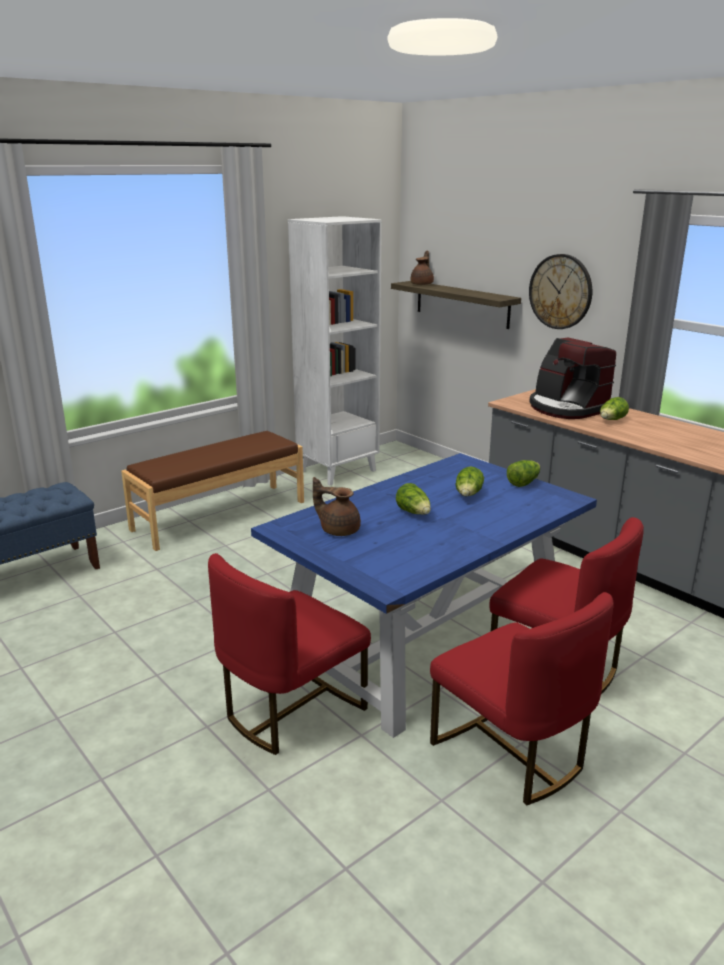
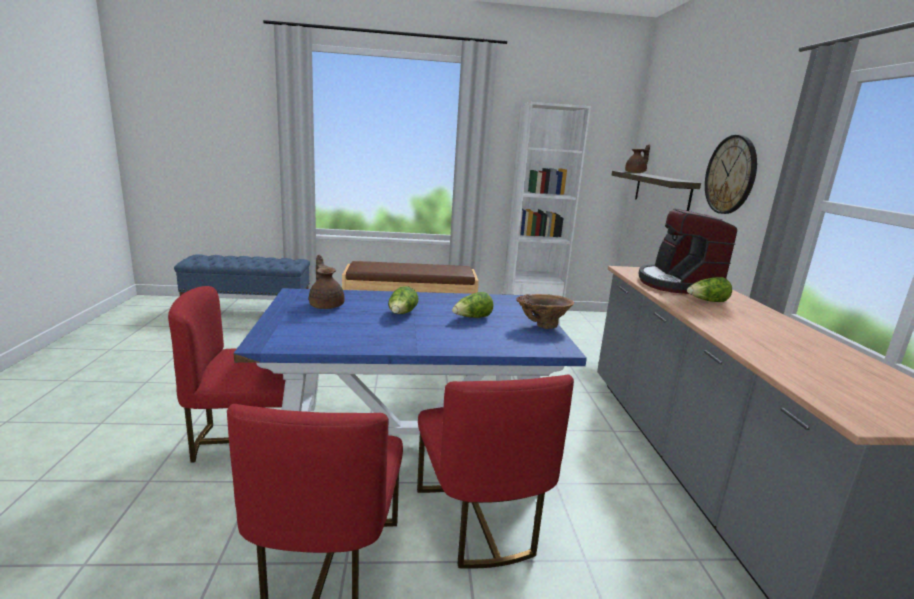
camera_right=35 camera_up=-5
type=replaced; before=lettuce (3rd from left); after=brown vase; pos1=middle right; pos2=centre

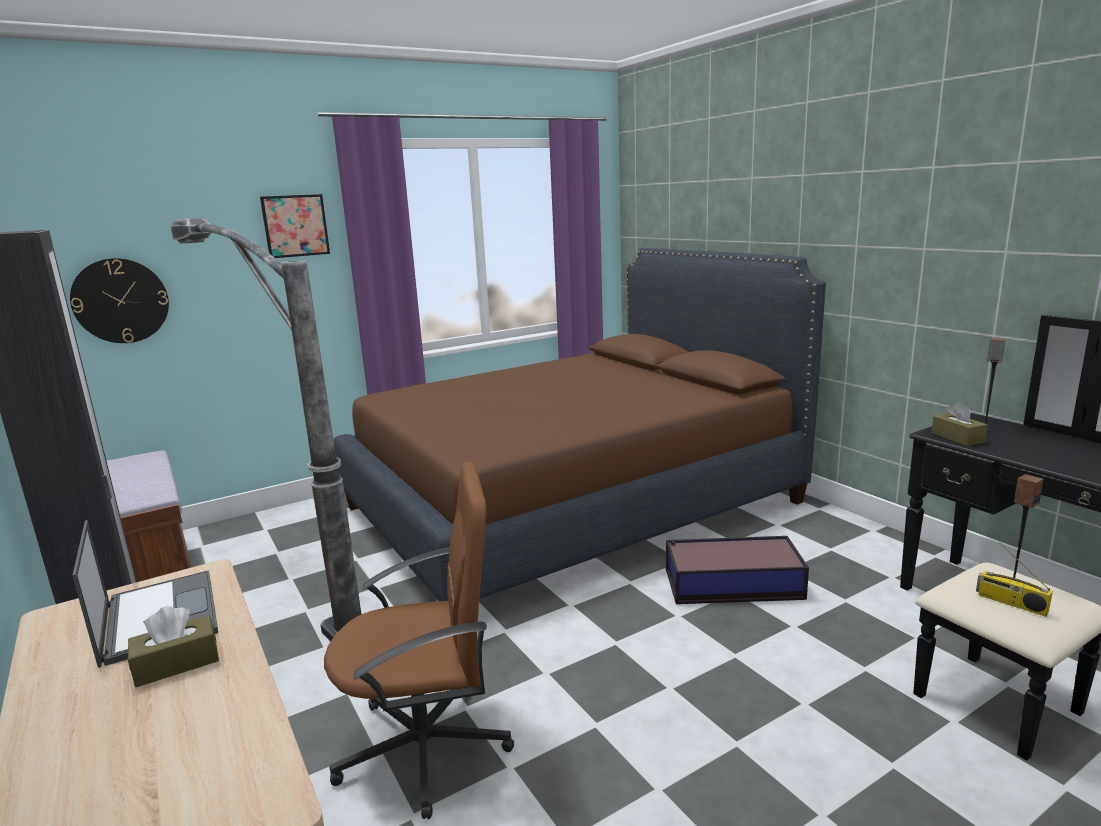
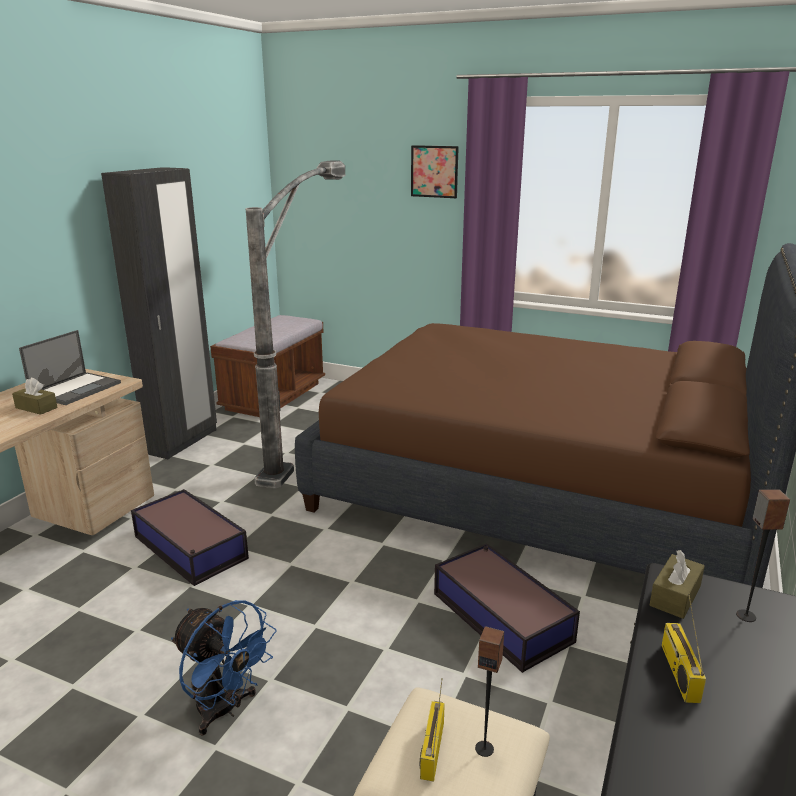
camera_right=55 camera_up=5
type=removed; before=wall clock; pos1=middle left
type=replaced; before=brown office chair; after=storage box (1st from left); pos1=bottom centre; pos2=bottom left
type=added; after=radio (2nd from left); pos2=bottom right
type=added; after=blue fan; pos2=bottom left

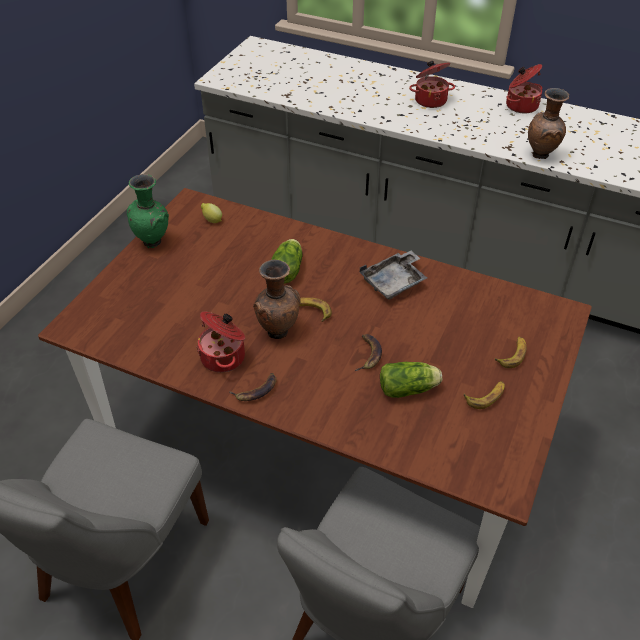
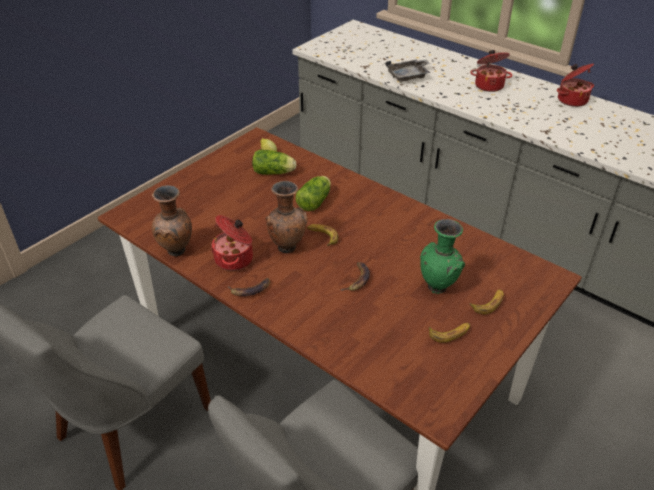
camera_right=15 camera_up=-5
type=moved; before=brown vase (2nd from left in the first image); after=brown vase (1st from left); pos1=top right; pos2=middle left
type=moved; before=green vase; pos1=top left; pos2=middle right
type=moved; before=grey tray; pos1=centre; pos2=top centre
type=moved; before=lettuce (2nd from left in the first image); after=lettuce (1st from left); pos1=centre; pos2=top centre

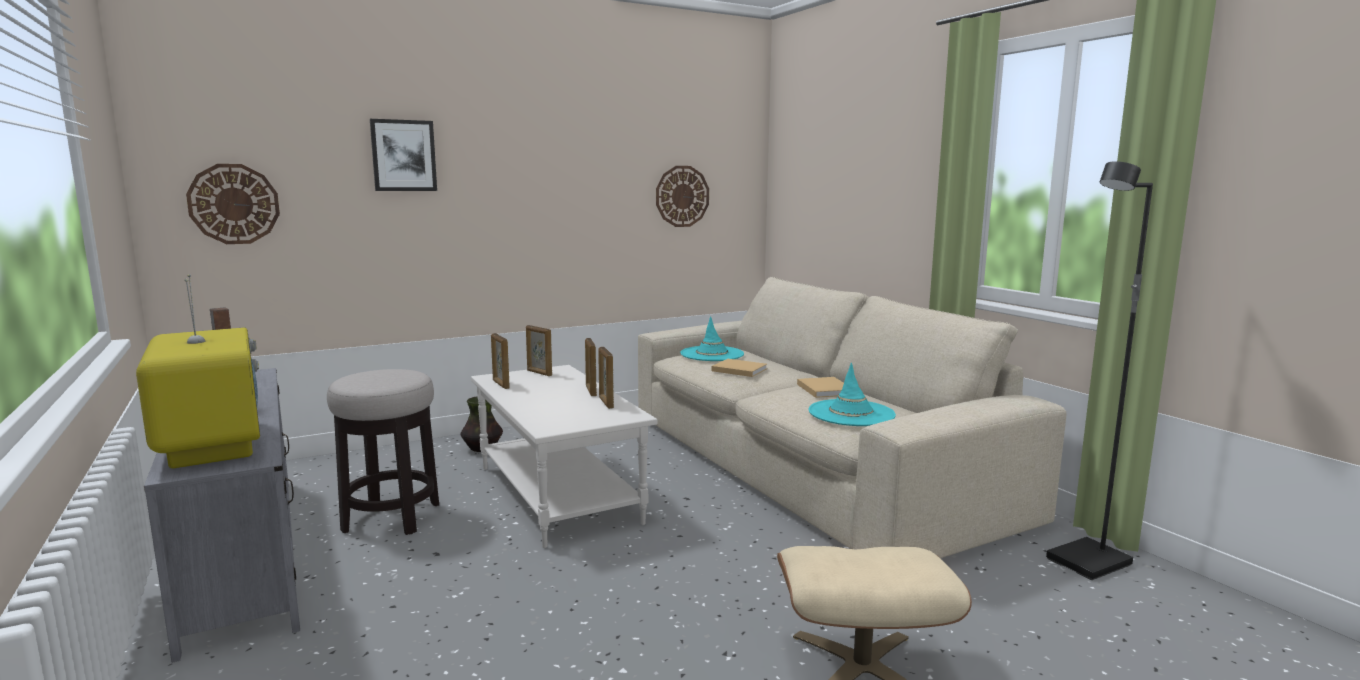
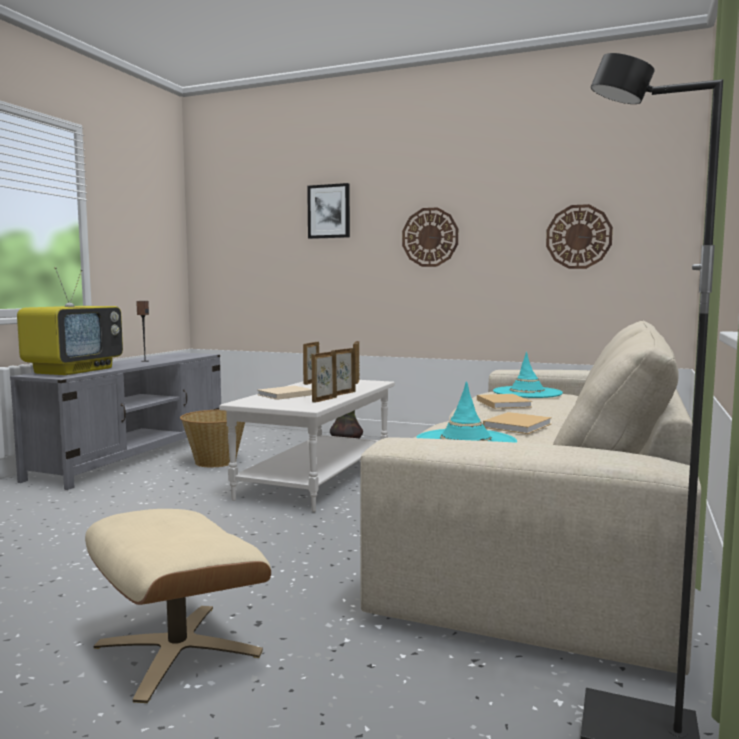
camera_right=50 camera_up=-5
type=moved; before=wall clock (1st from left); pos1=top left; pos2=top centre
type=replaced; before=stool; after=basket; pos1=middle left; pos2=middle left
type=added; after=beige book (1st from left); pos2=centre

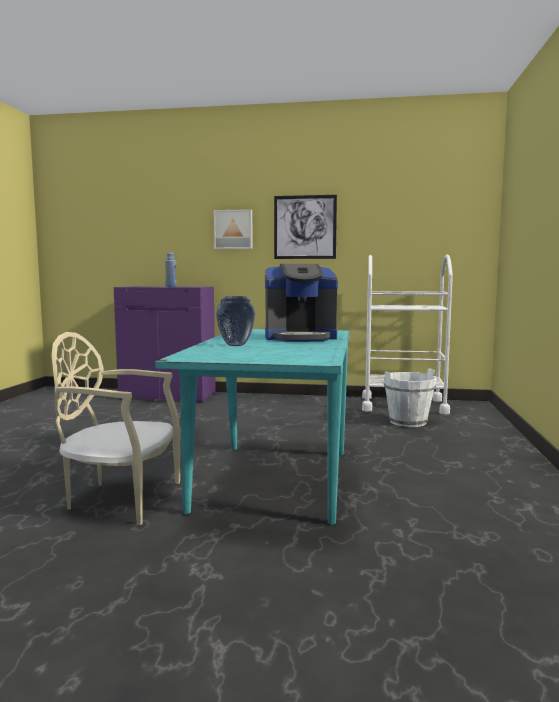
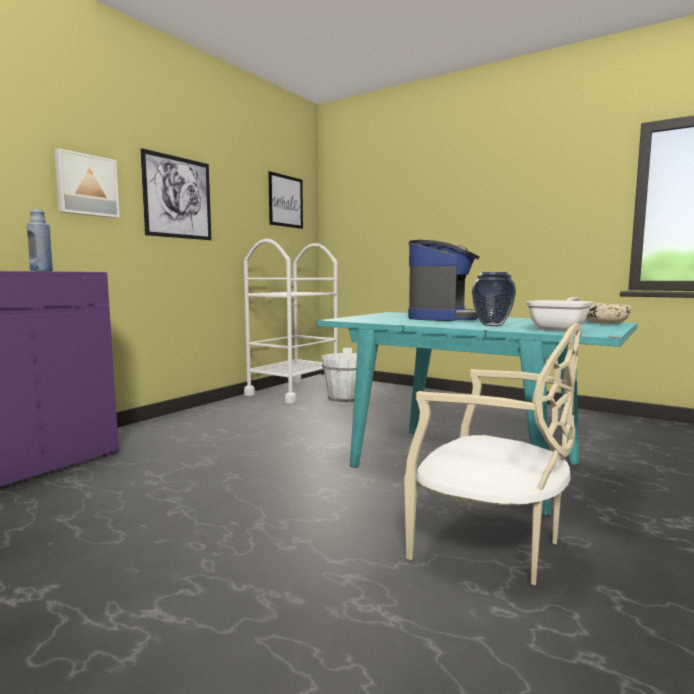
camera_right=-65 camera_up=0
type=turned; before=beige chair; pos1=middle left; pos2=middle right; turn=-90
type=added; after=picture (3rd from left); pos2=top centre
type=added; after=frying pan; pos2=middle right
type=added; after=beige bowl; pos2=middle right

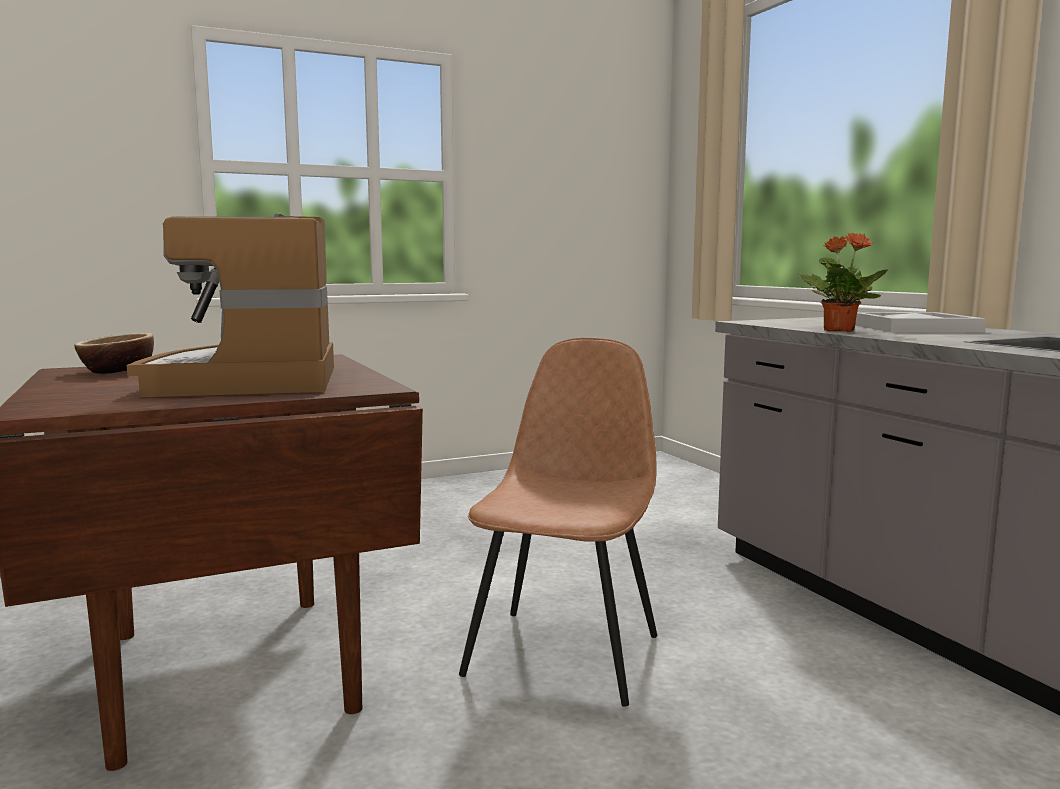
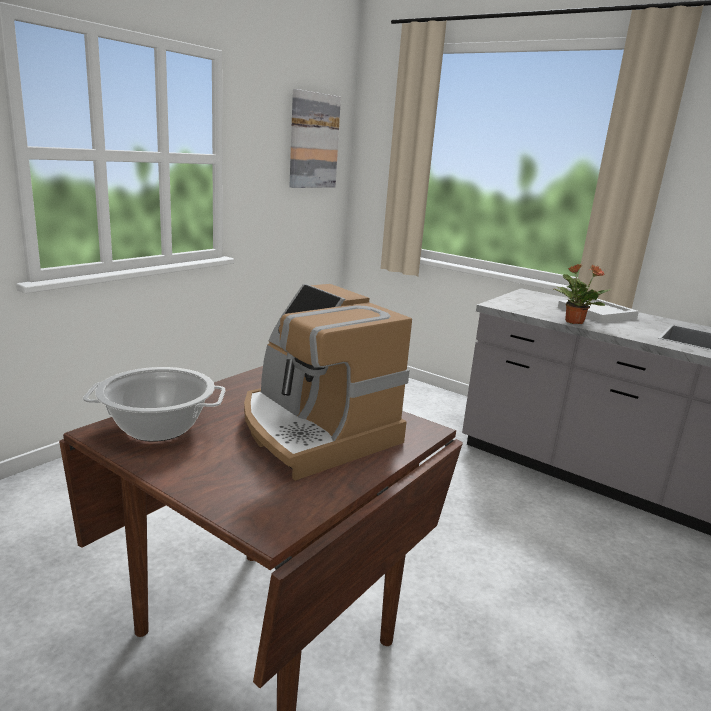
camera_right=-30 camera_up=10
type=replaced; before=bowl; after=cooking pot; pos1=middle left; pos2=middle left
type=removed; before=brown chair; pos1=centre
type=added; after=picture; pos2=top centre

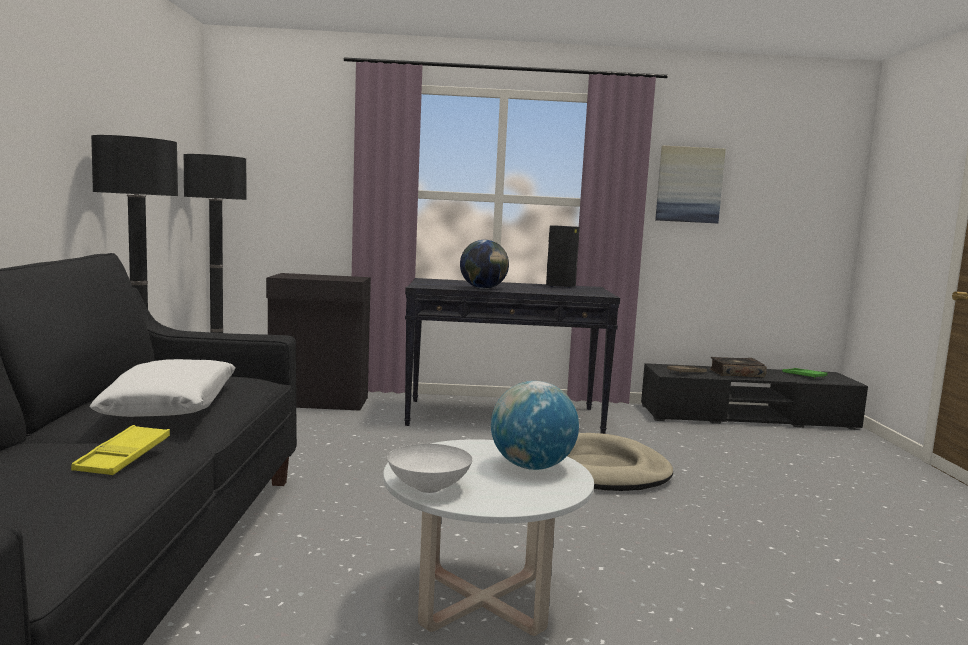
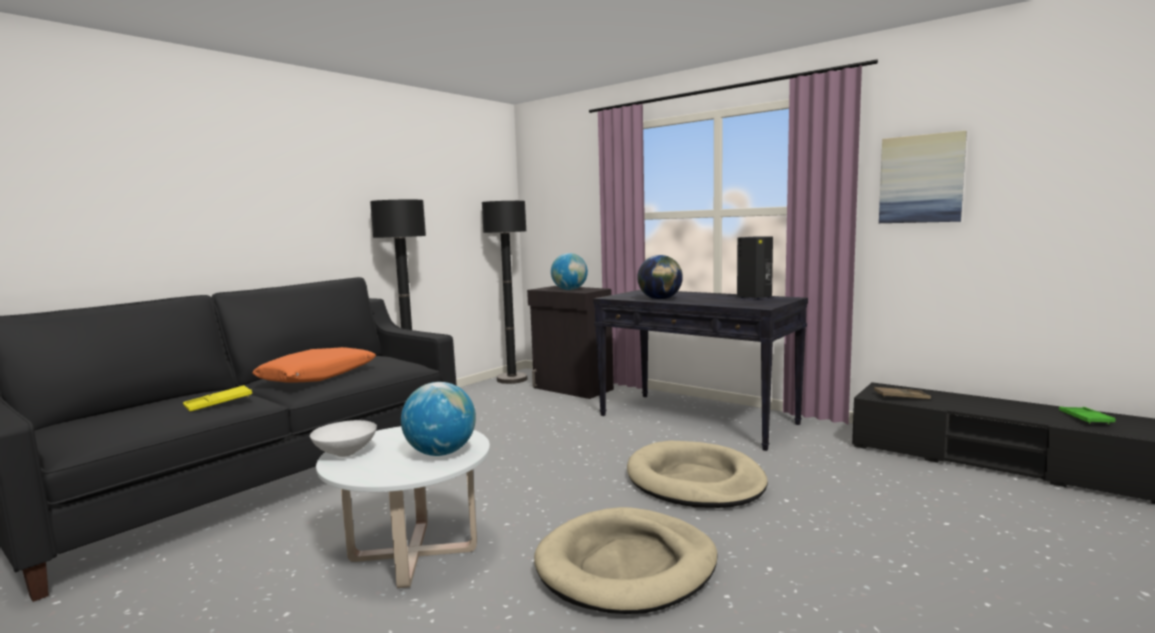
camera_right=40 camera_up=0
type=removed; before=book; pos1=middle right
type=recoloured; before=white pillow; after=orange pillow; pos1=middle left; pos2=middle left
type=added; after=globe (2nd from left); pos2=centre
type=added; after=beige dog bed (1st from left); pos2=bottom centre

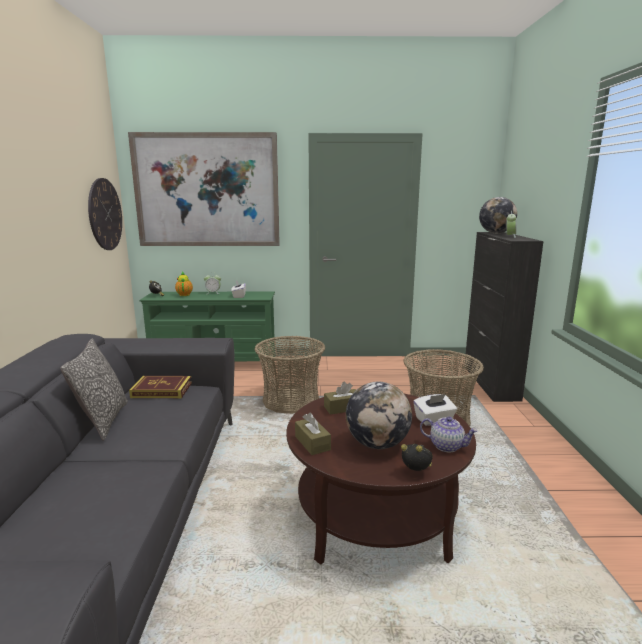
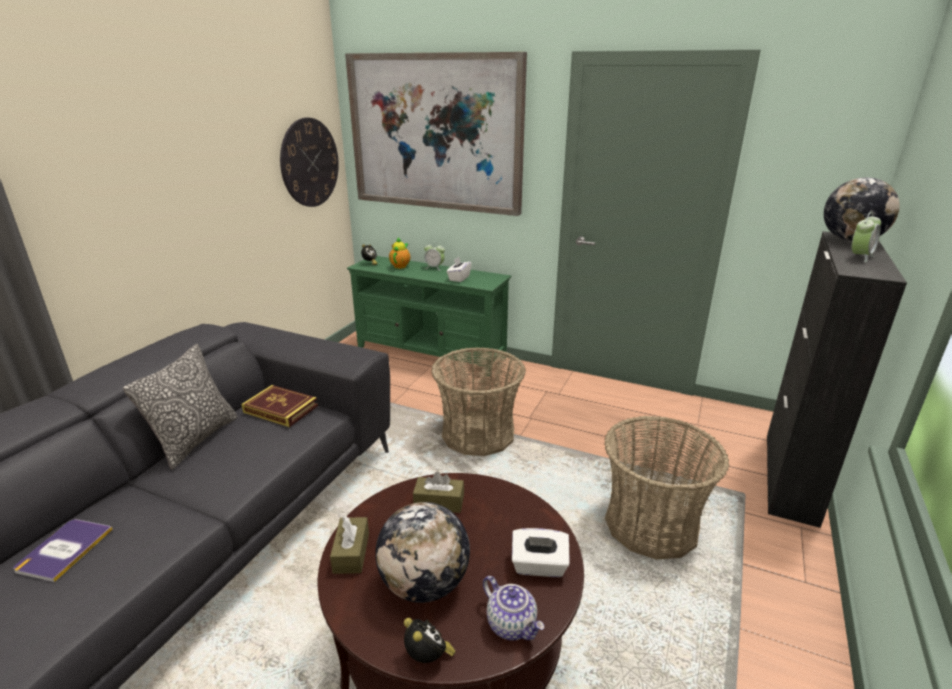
camera_right=25 camera_up=10
type=added; after=book (1st from left); pos2=bottom left

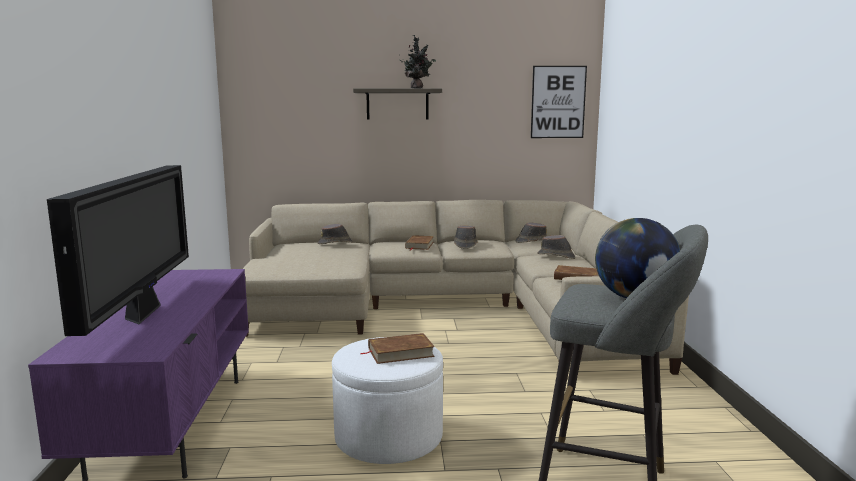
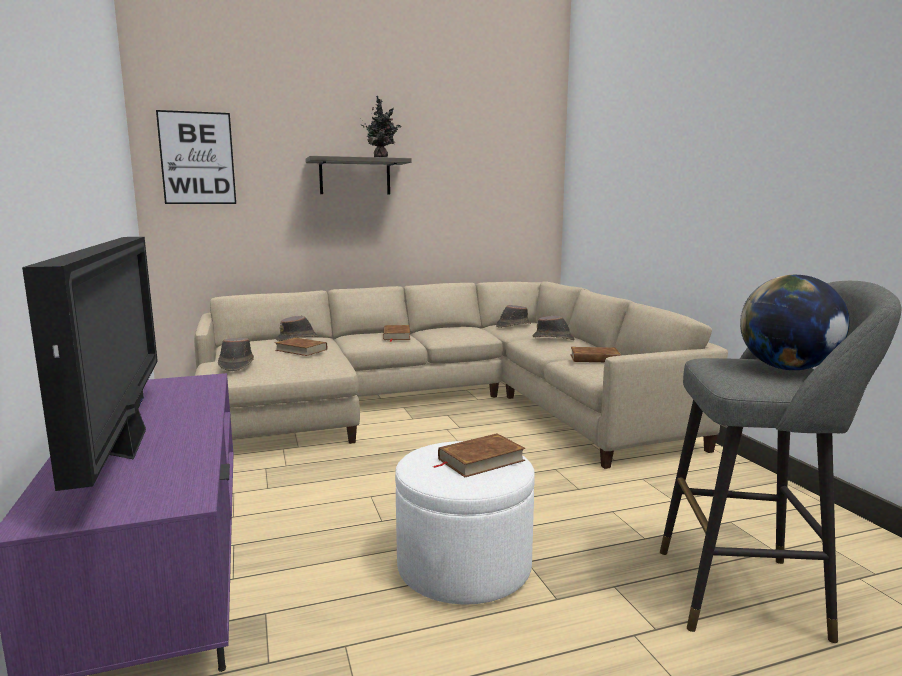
camera_right=-15 camera_up=0
type=moved; before=picture; pos1=top centre; pos2=top left
type=moved; before=brown hat (2nd from left in the first image); after=brown hat (1st from left); pos1=centre; pos2=middle left
type=added; after=brown book (1st from left); pos2=centre

